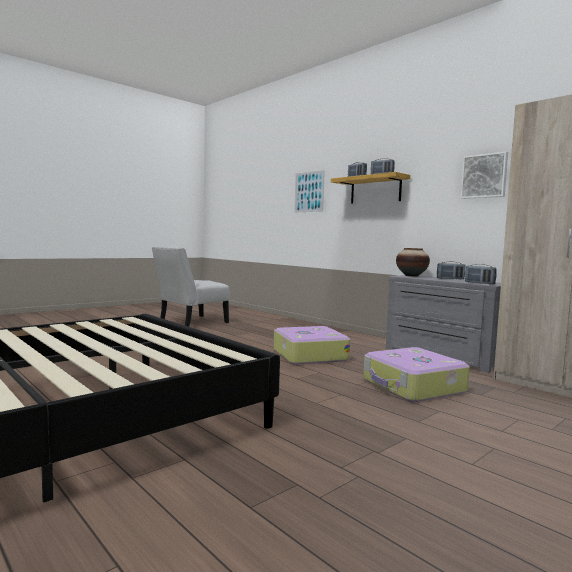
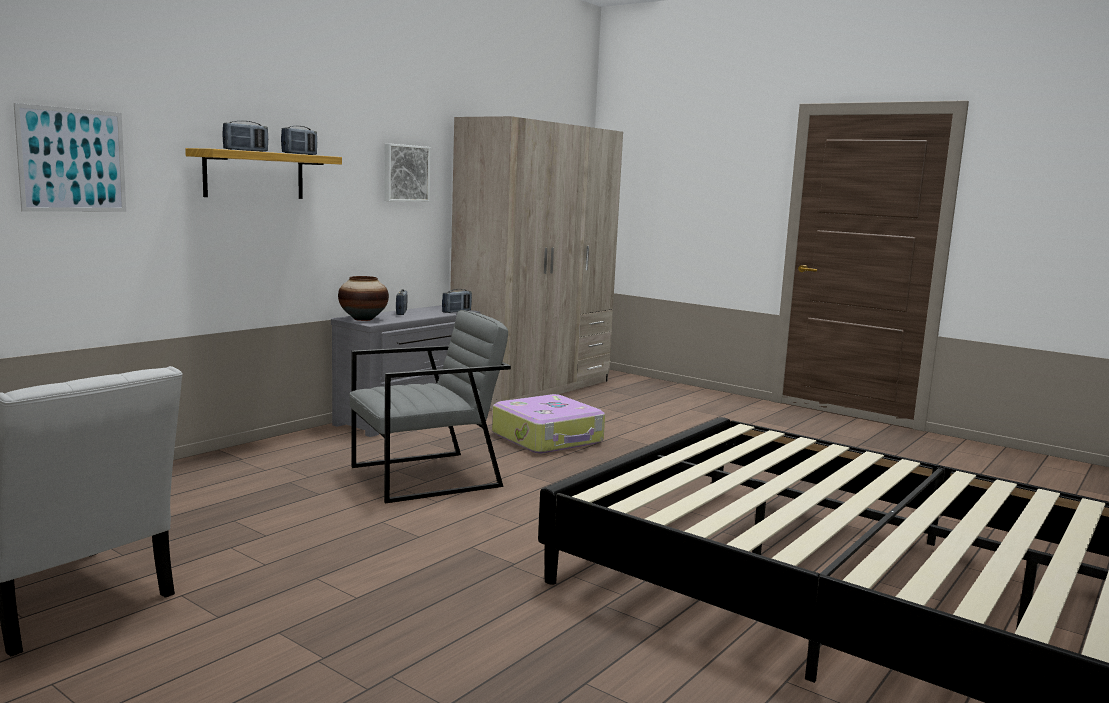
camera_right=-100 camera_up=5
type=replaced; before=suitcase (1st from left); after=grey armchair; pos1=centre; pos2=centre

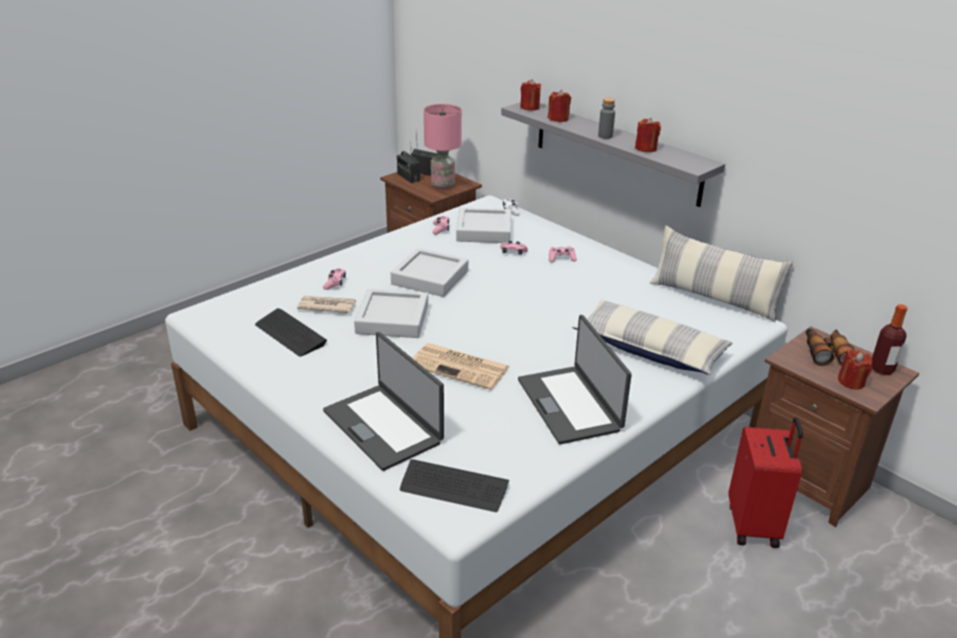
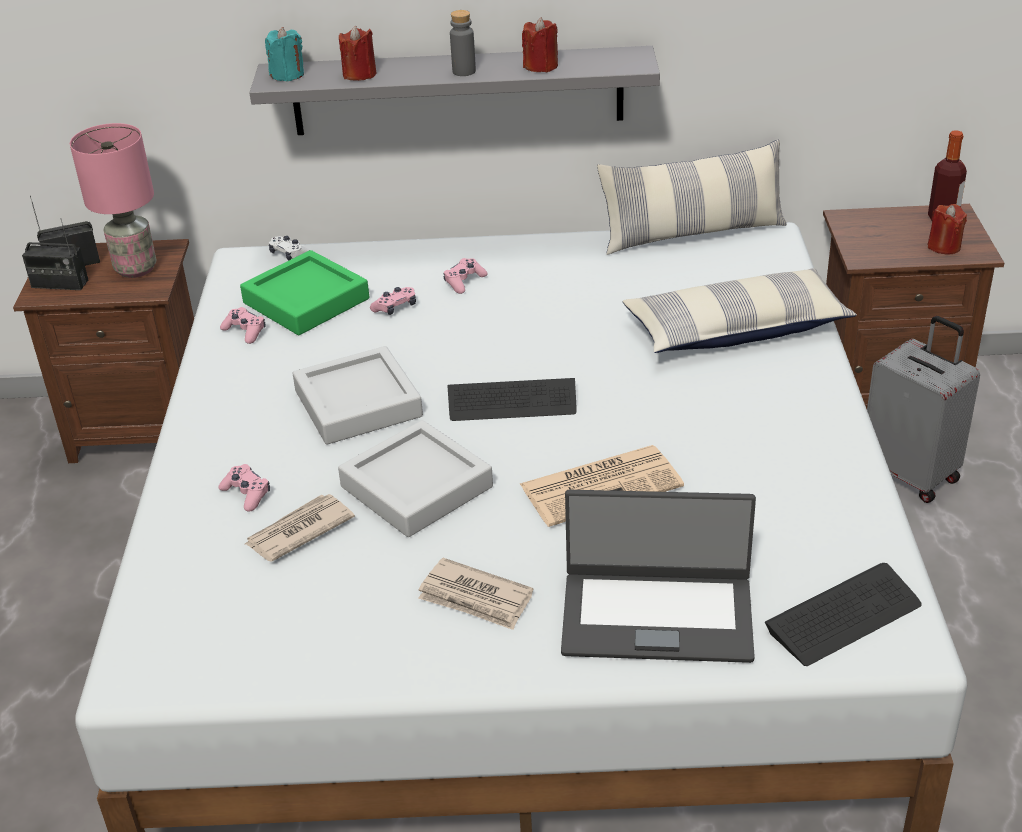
camera_right=-45 camera_up=5
type=recoloured; before=red candle (1st from left); after=turquoise candle; pos1=top centre; pos2=top left
type=recoloured; before=grey tray (3rd from left); after=green tray; pos1=centre; pos2=middle left
type=moved; before=keyboard (1st from left); pos1=middle left; pos2=centre
type=removed; before=laptop (2nd from left); pos1=centre
type=removed; before=binoculars; pos1=middle right
type=recoloured; before=red suitcase; after=grey suitcase; pos1=bottom right; pos2=middle right
type=added; after=newspaper (2nd from left); pos2=bottom centre

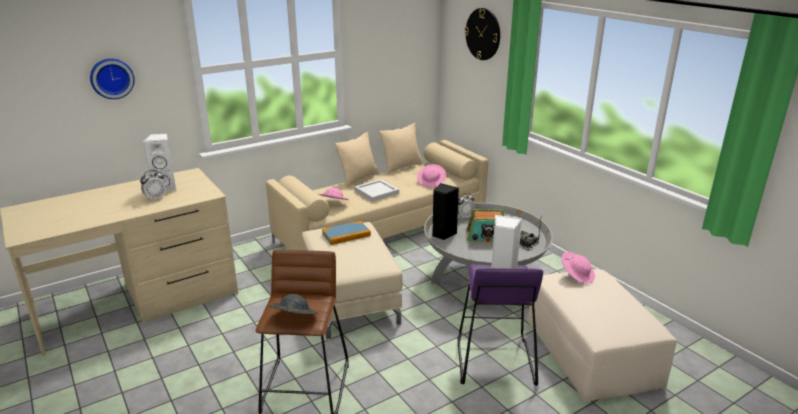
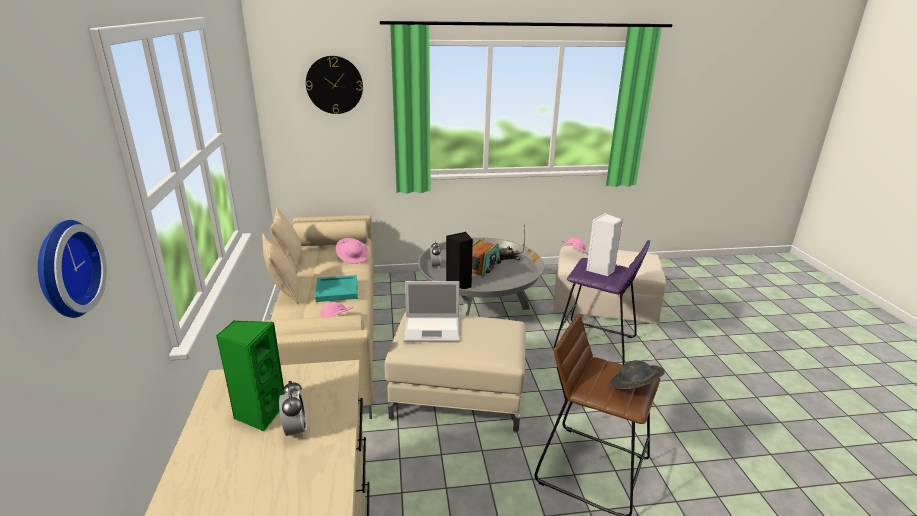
camera_right=-65 camera_up=0
type=recoloured; before=white speaker (1st from left); after=green speaker; pos1=middle left; pos2=bottom left
type=recoloured; before=white tray; after=turquoise tray; pos1=centre; pos2=centre
type=replaced; before=book; after=laptop; pos1=centre; pos2=centre

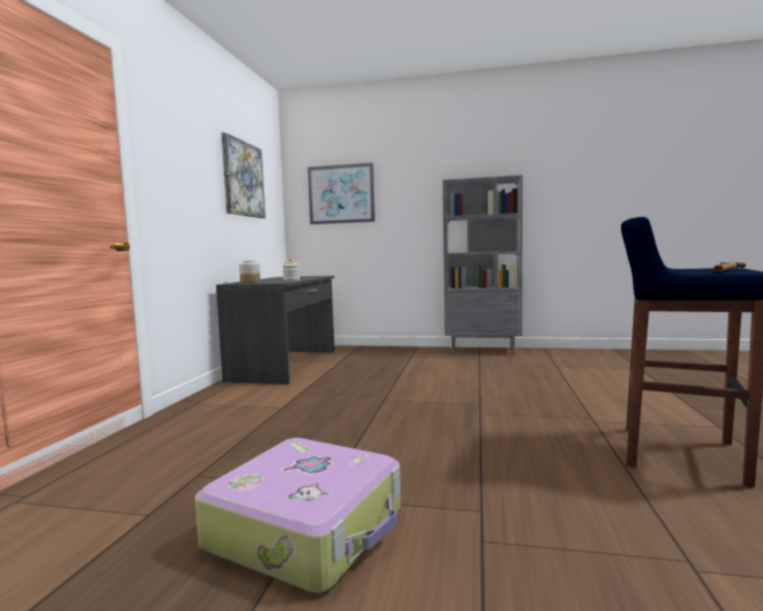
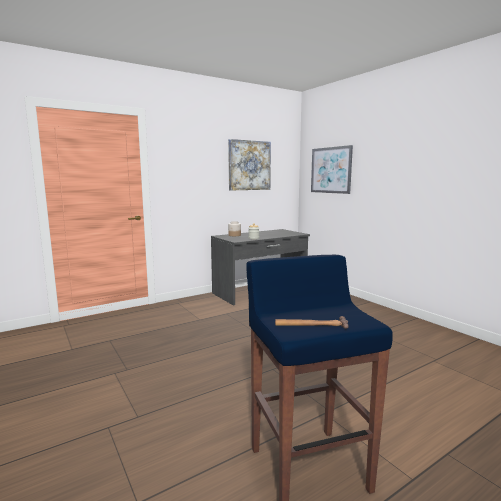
camera_right=45 camera_up=5
type=removed; before=grey bookcase; pos1=centre
type=removed; before=suitcase; pos1=bottom centre

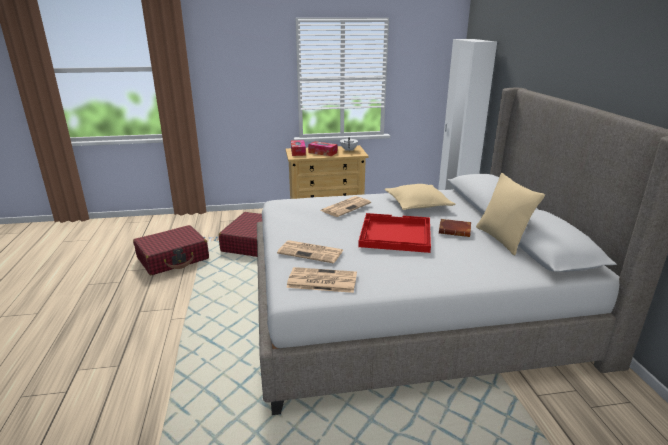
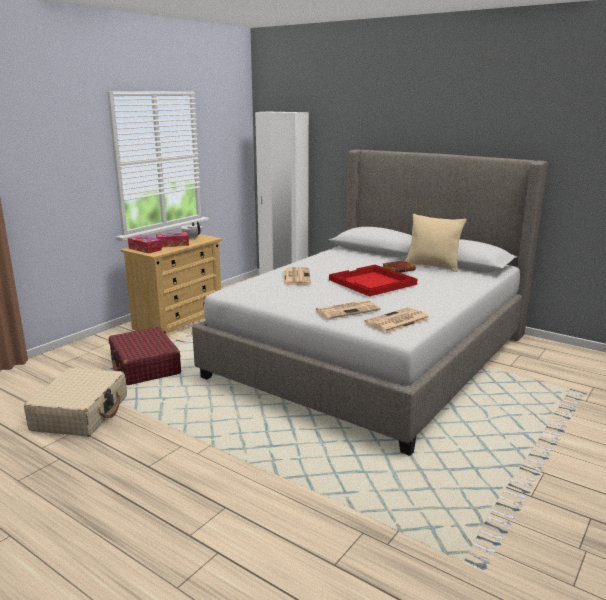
camera_right=-45 camera_up=-5
type=removed; before=beige pillow (1st from left); pos1=centre
type=recoloured; before=red suitcase (1st from left); after=beige suitcase; pos1=middle left; pos2=bottom left

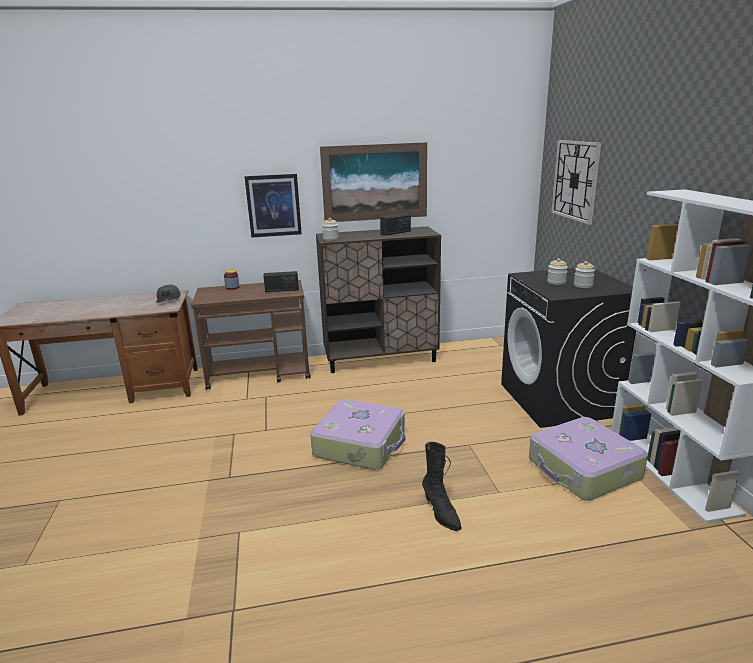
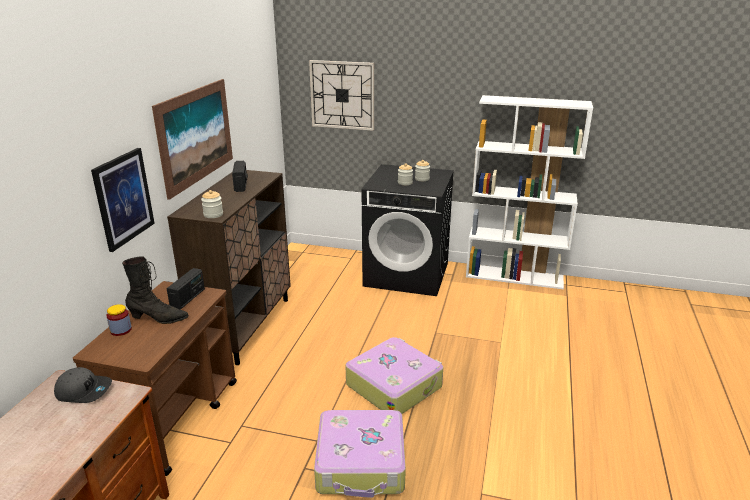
camera_right=-65 camera_up=5
type=moved; before=suitcase (2nd from left in the first image); after=suitcase (1st from left); pos1=bottom right; pos2=bottom centre
type=moved; before=black boot; pos1=bottom centre; pos2=middle left

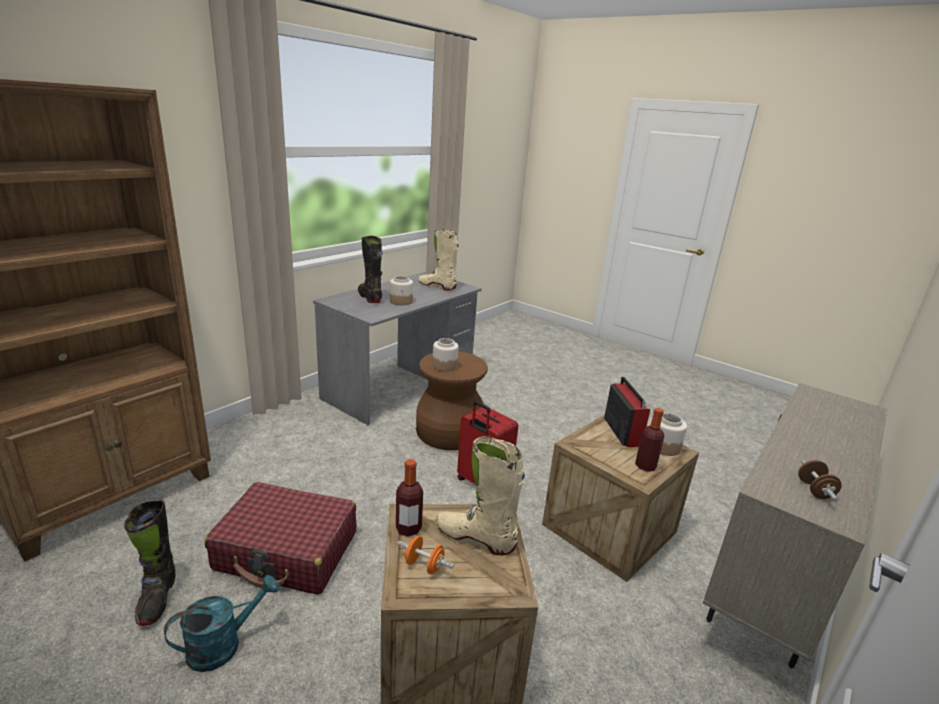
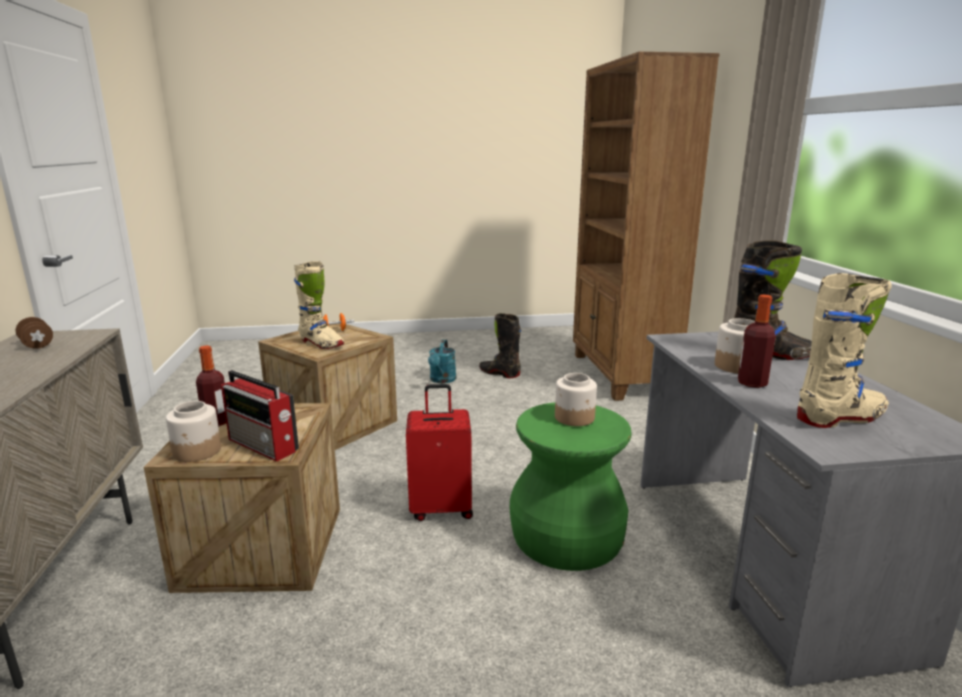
camera_right=135 camera_up=-5
type=recoloured; before=brown stool; after=green stool; pos1=centre; pos2=bottom centre
type=turned; before=beige boot (2nd from left in the first image); pos1=bottom centre; pos2=middle left; turn=60
type=moved; before=bottle (1st from left in the first image); after=bottle (2nd from left); pos1=bottom centre; pos2=middle right
type=removed; before=red suitcase (1st from left); pos1=bottom left

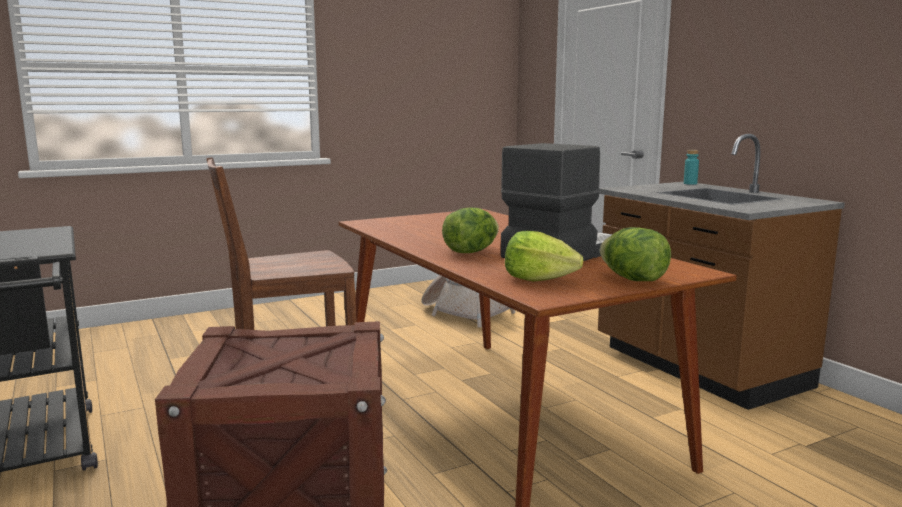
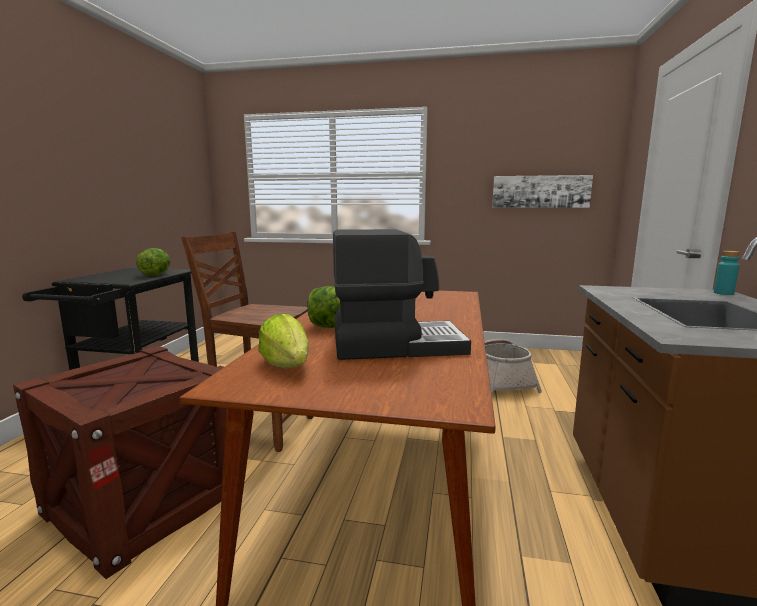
camera_right=40 camera_up=0
type=moved; before=lettuce (3rd from left in the first image); after=lettuce (1st from left); pos1=middle right; pos2=middle left
type=added; after=picture; pos2=top right

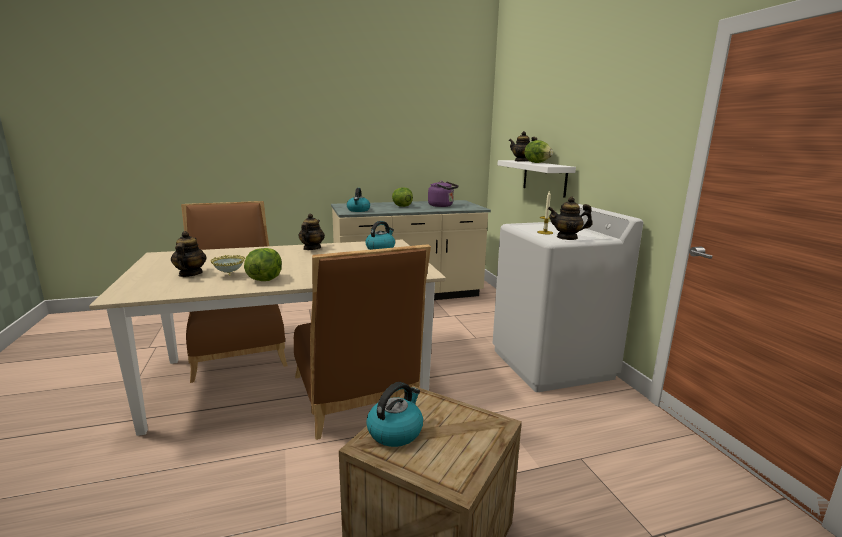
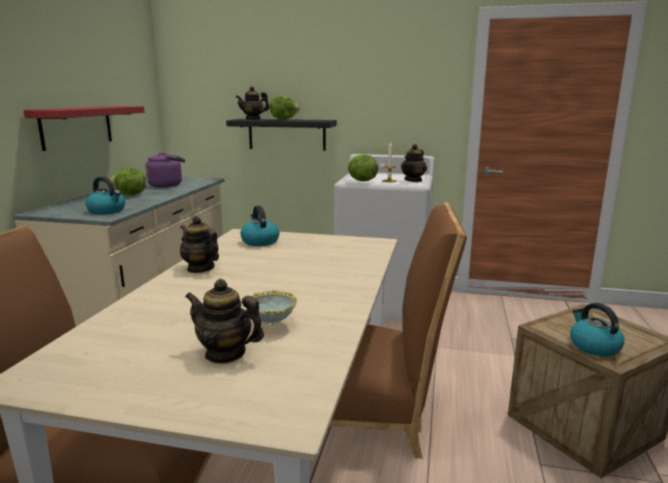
camera_right=-60 camera_up=0
type=recoloured; before=white shelf; after=black shelf; pos1=centre; pos2=top centre
type=moved; before=lettuce (1st from left in the first image); after=lettuce (3rd from left); pos1=middle left; pos2=centre
type=added; after=red shelf; pos2=top left

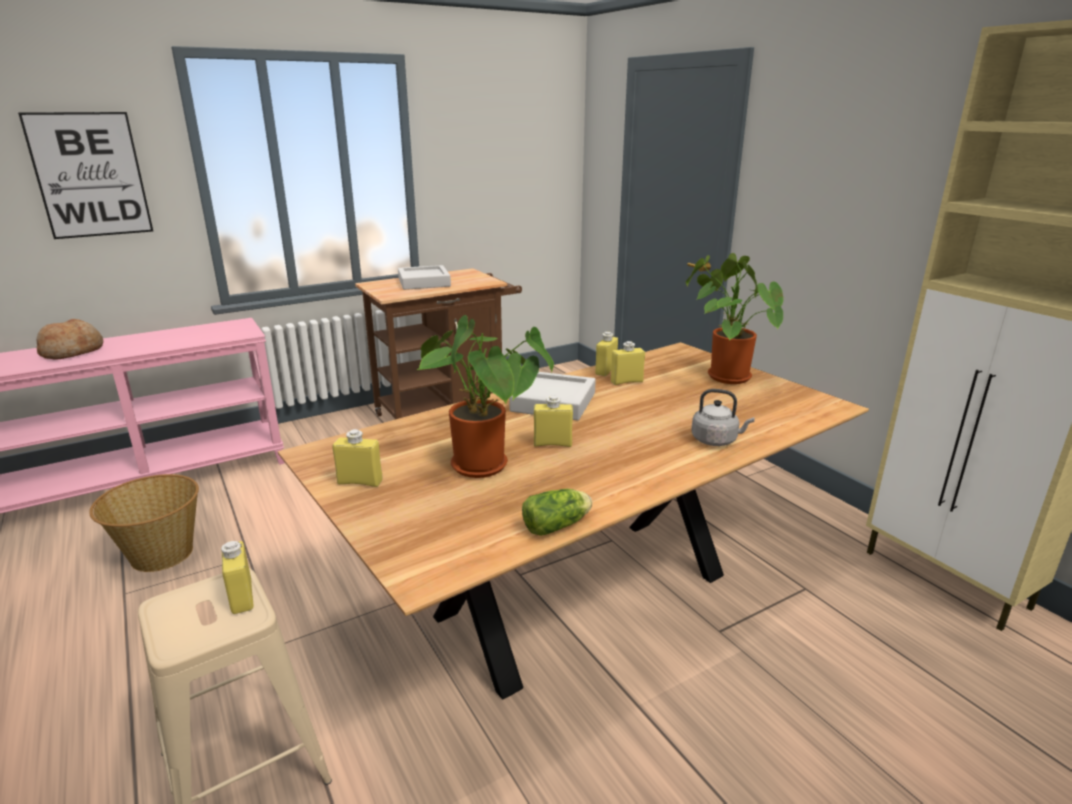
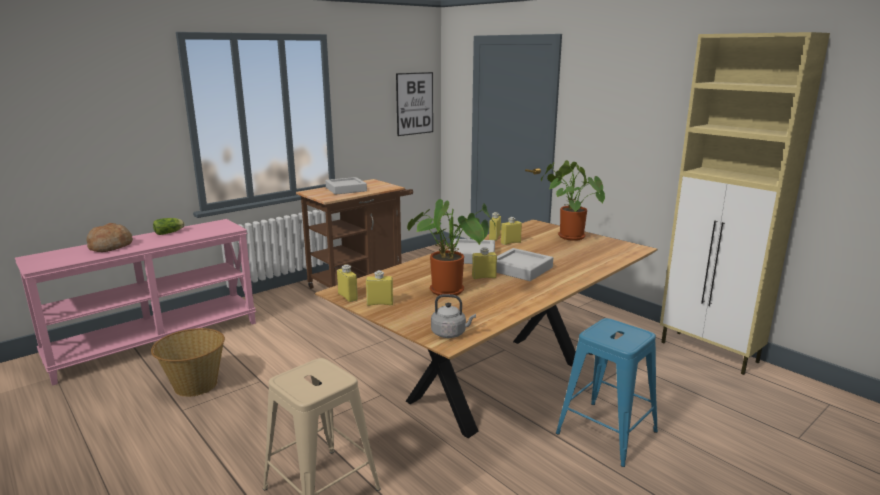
camera_right=-10 camera_up=-5
type=moved; before=picture; pos1=top left; pos2=top centre
type=moved; before=grey kettle; pos1=middle right; pos2=centre
type=moved; before=lettuce; pos1=centre; pos2=middle left
type=moved; before=yellow bottle (1st from left); pos1=bottom left; pos2=centre
type=added; after=grey tray (3rd from left); pos2=centre
type=added; after=blue stool; pos2=bottom right

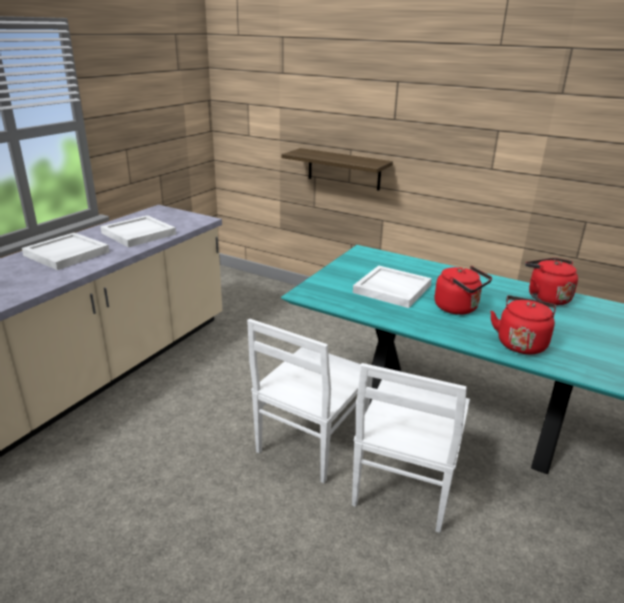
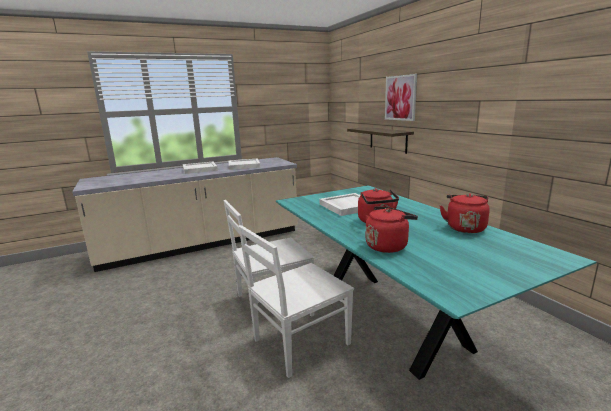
camera_right=35 camera_up=-10
type=added; after=picture; pos2=top centre

